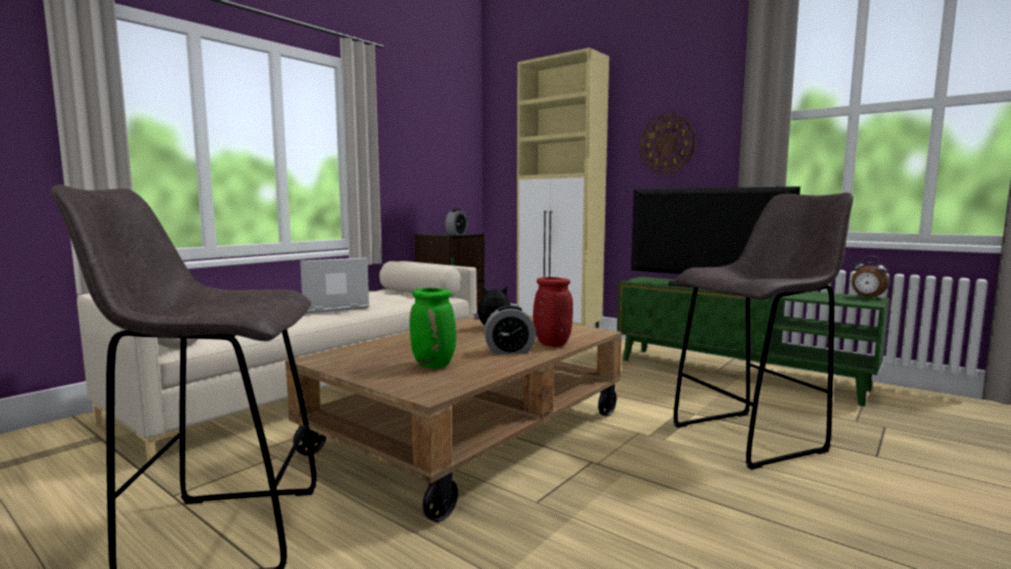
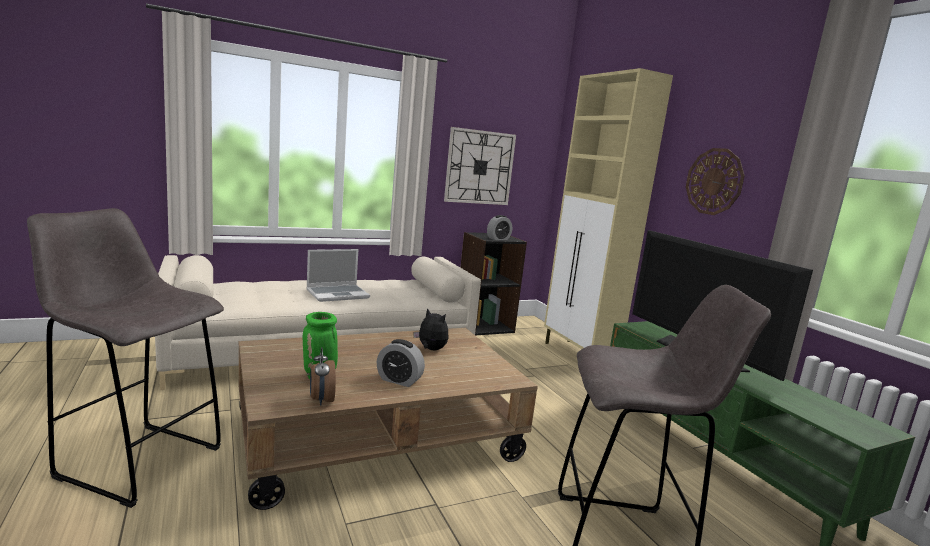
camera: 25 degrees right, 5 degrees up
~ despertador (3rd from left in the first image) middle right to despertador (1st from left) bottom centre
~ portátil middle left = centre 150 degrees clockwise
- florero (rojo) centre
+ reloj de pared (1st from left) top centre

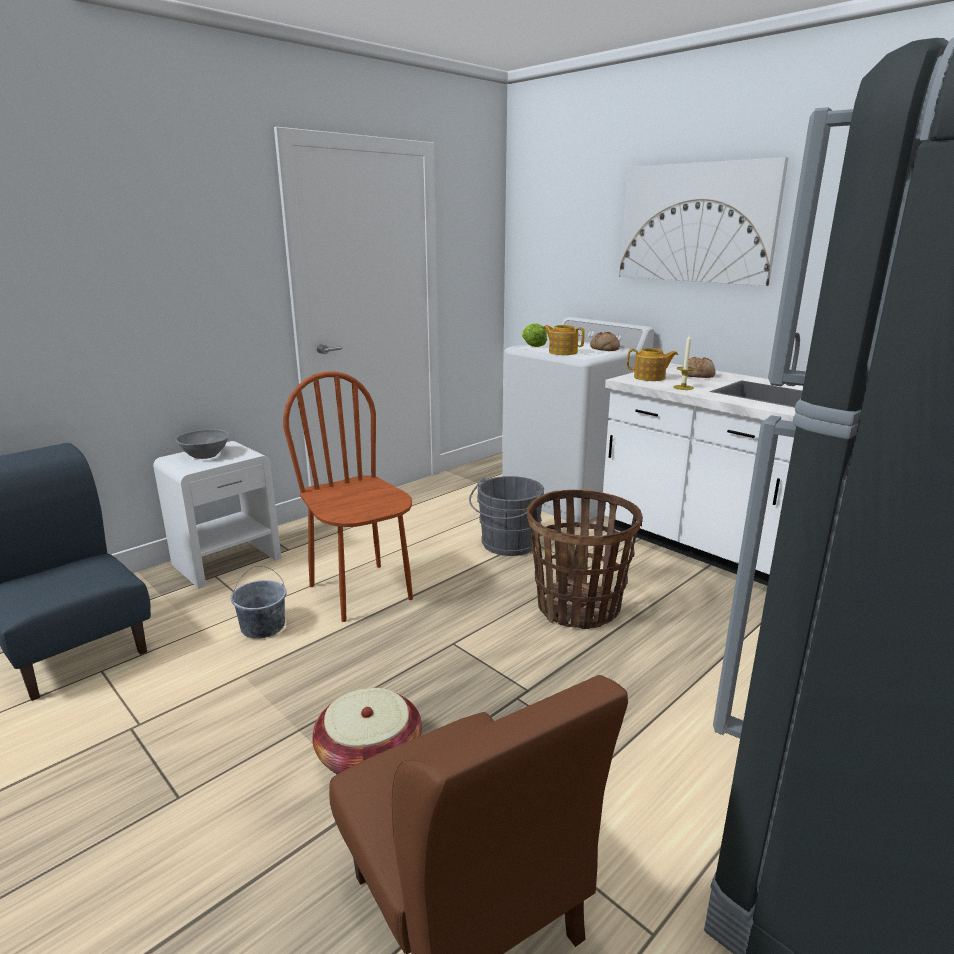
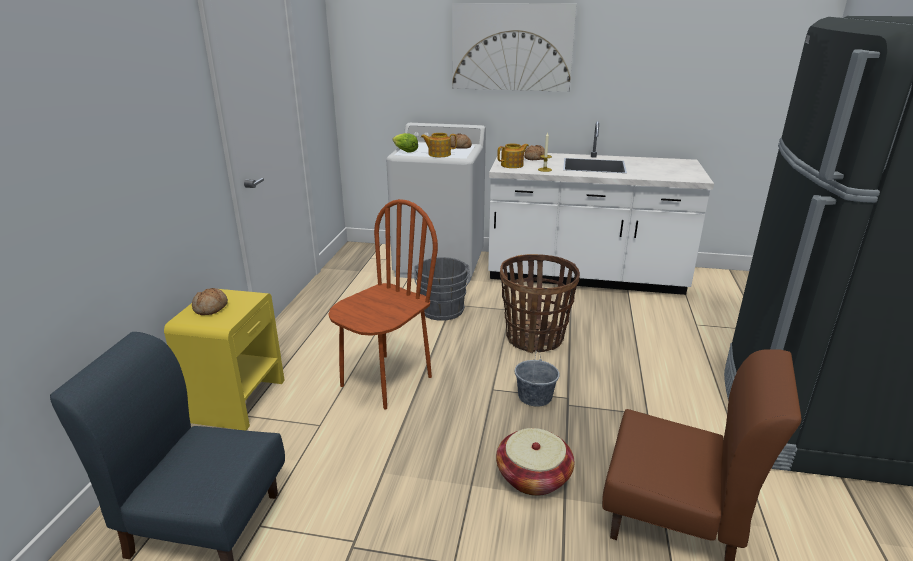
camera: 35 degrees left, 5 degrees up
~ silla (marrón) (1st from left) centre = centre 105 degrees clockwise
~ cuenco (gris) middle left to pan (1st from left) middle left
~ mesita de noche (blanco) middle left to mesita de noche (amarillo) middle left
~ cubo (gris) (1st from left in the first image) middle left to cubo (gris) (2nd from left) bottom centre

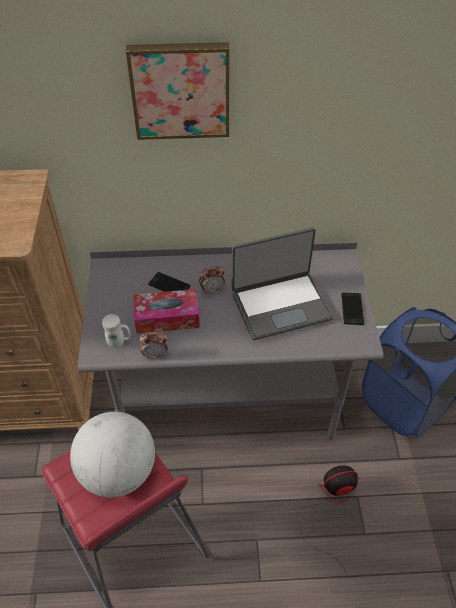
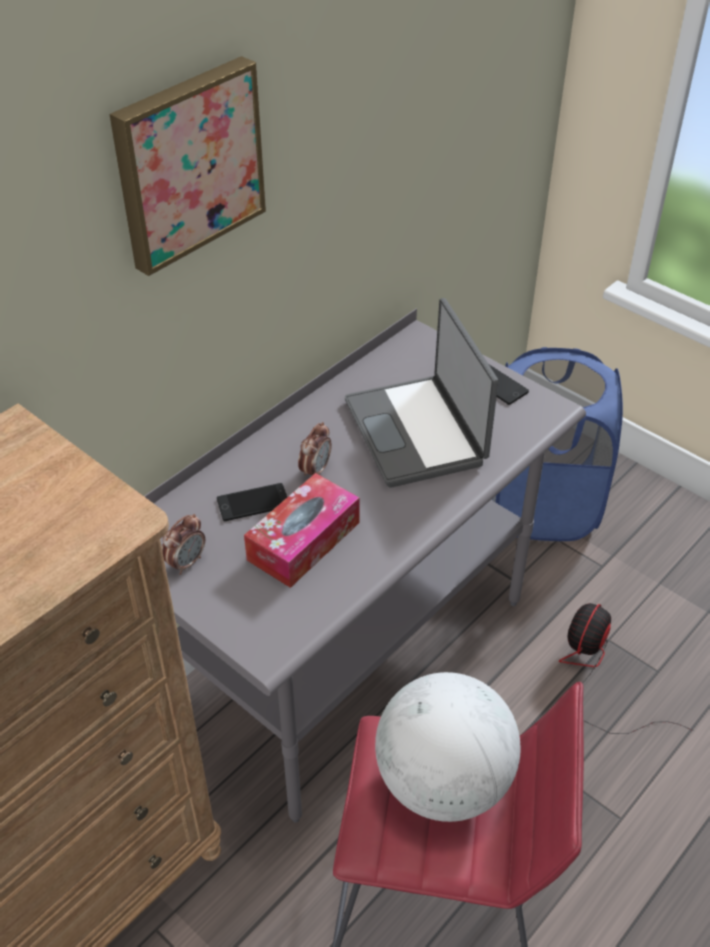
camera: 45 degrees left, 5 degrees down
~ portátil centre = centre 135 degrees clockwise
- taza grande (blanco) middle left
~ despertador (1st from left) centre to middle left

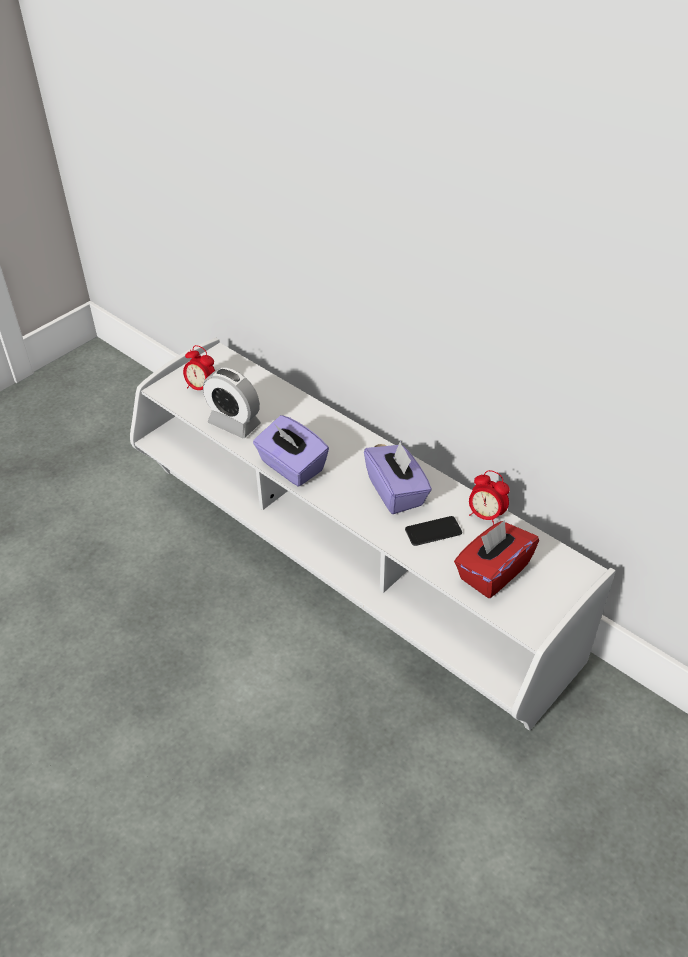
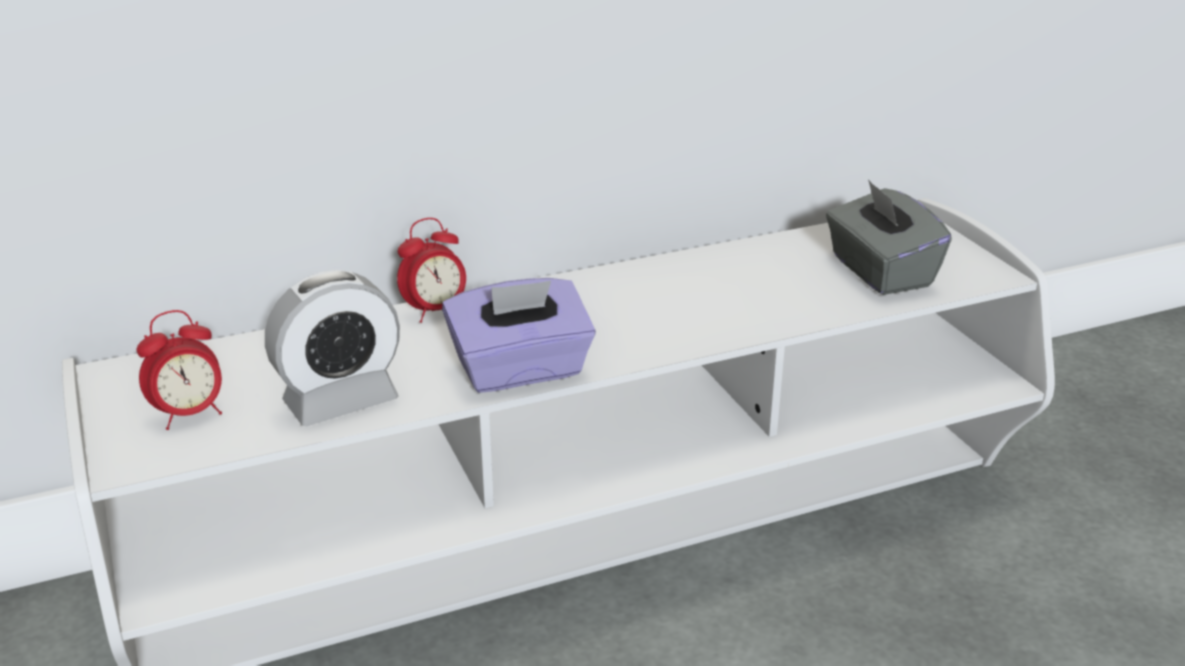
camera: 65 degrees left, 15 degrees down
- caja de pañuelos (morado) (2nd from left) centre
~ despertador (3rd from left) middle right to centre
- móvil centre
~ caja de pañuelos (rojo) middle right to caja de pañuelos (gris) middle right

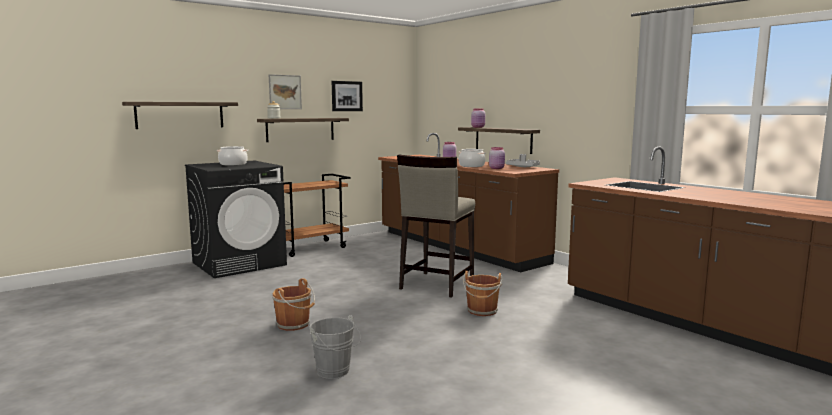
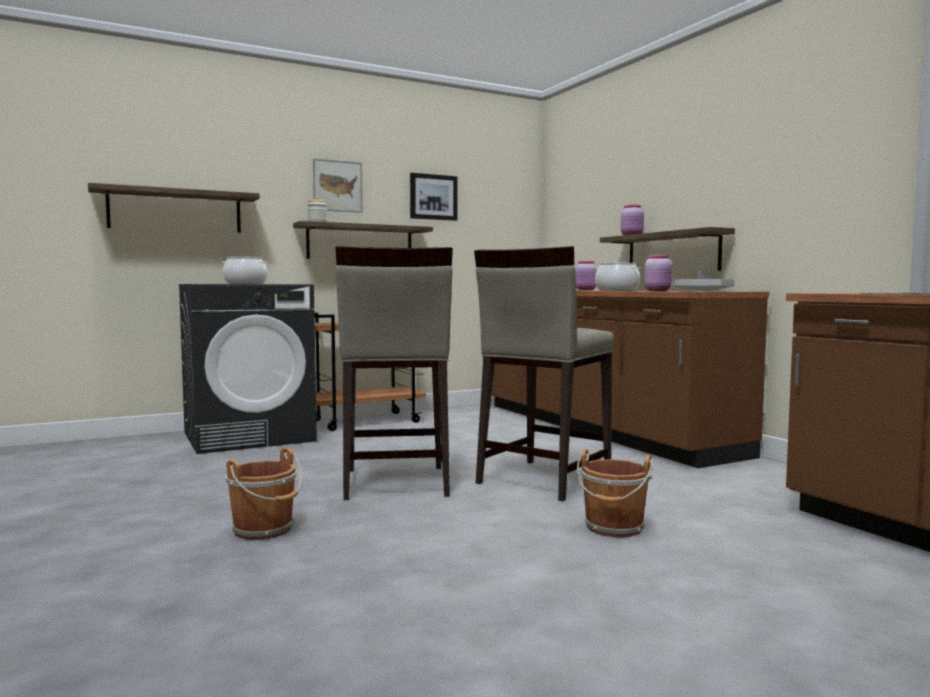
camera: 10 degrees right, 5 degrees down
- cubo (gris) bottom centre
+ taburete (beis) (1st from left) centre

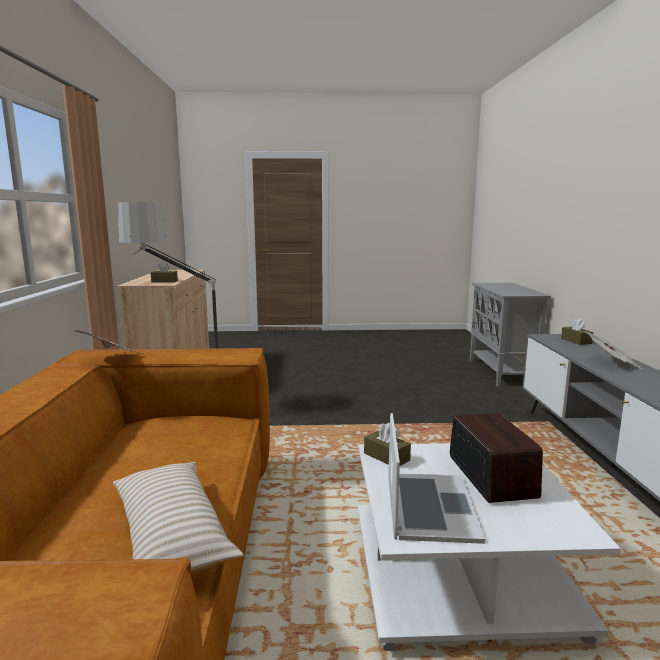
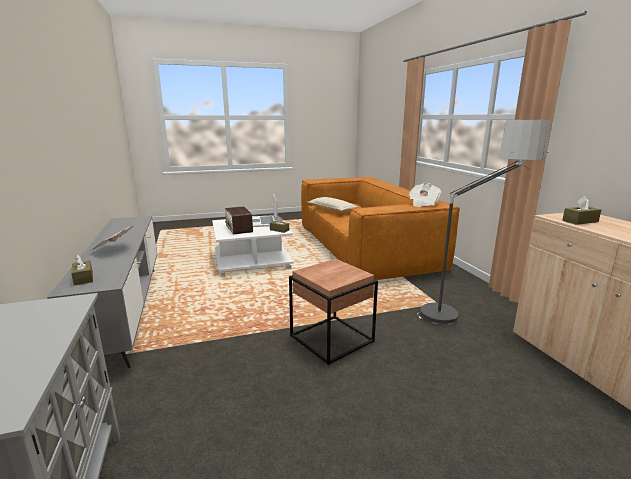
camera: 165 degrees right, 5 degrees up
+ mesa auxiliar (marrón) centre

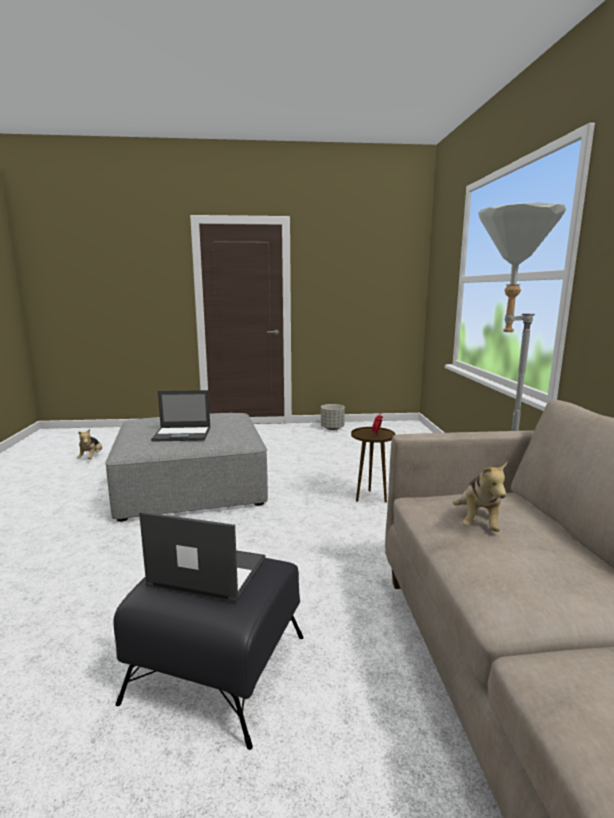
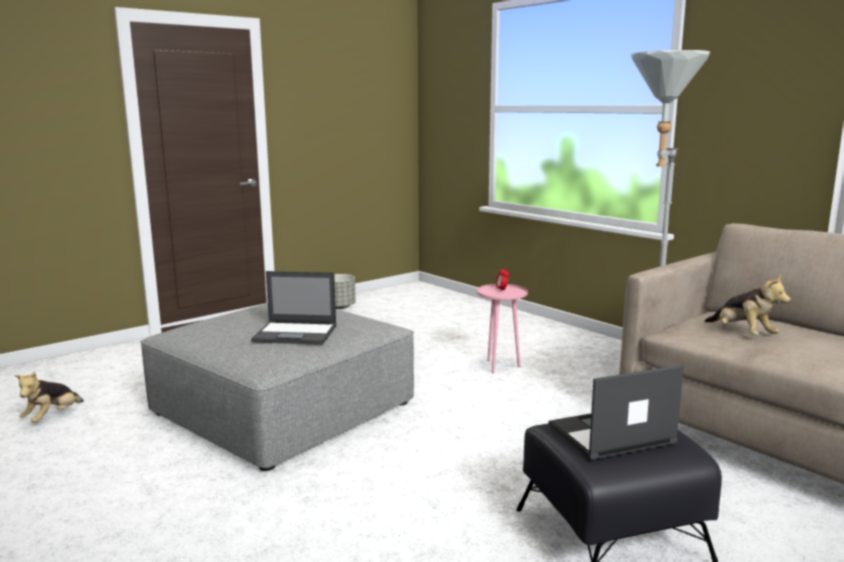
camera: 35 degrees left, 0 degrees up
~ portátil (1st from left) middle left = centre 45 degrees clockwise
~ mesa auxiliar (marrón) centre to mesa auxiliar (rosa) centre
~ peluche (1st from left) middle left = bottom left 60 degrees clockwise

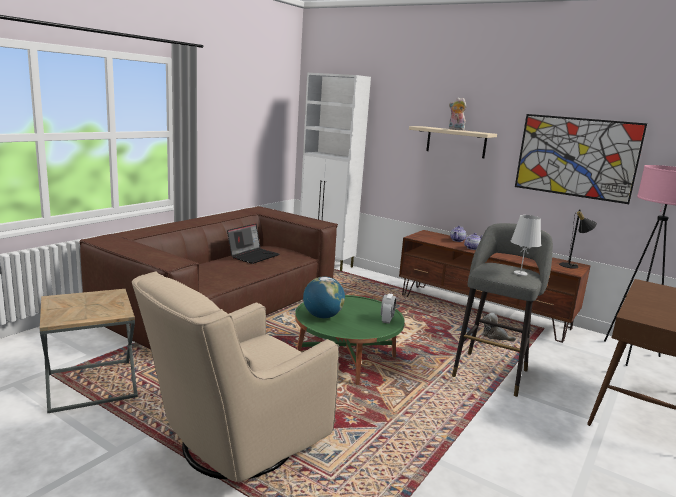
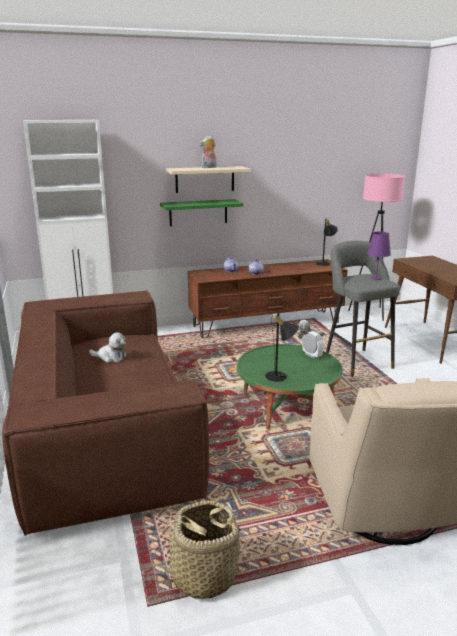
camera: 50 degrees left, 5 degrees up
- cuadro top right
~ lámpara de mesa (blanco) middle right to lámpara de mesa (morado) middle right
~ portátil centre to peluche (1st from left) middle left
~ globo terráqueo centre to lámpara de mesa (negro) (1st from left) centre
~ mesa auxiliar (marrón) bottom left to cesta bottom centre
+ estante (verde) centre

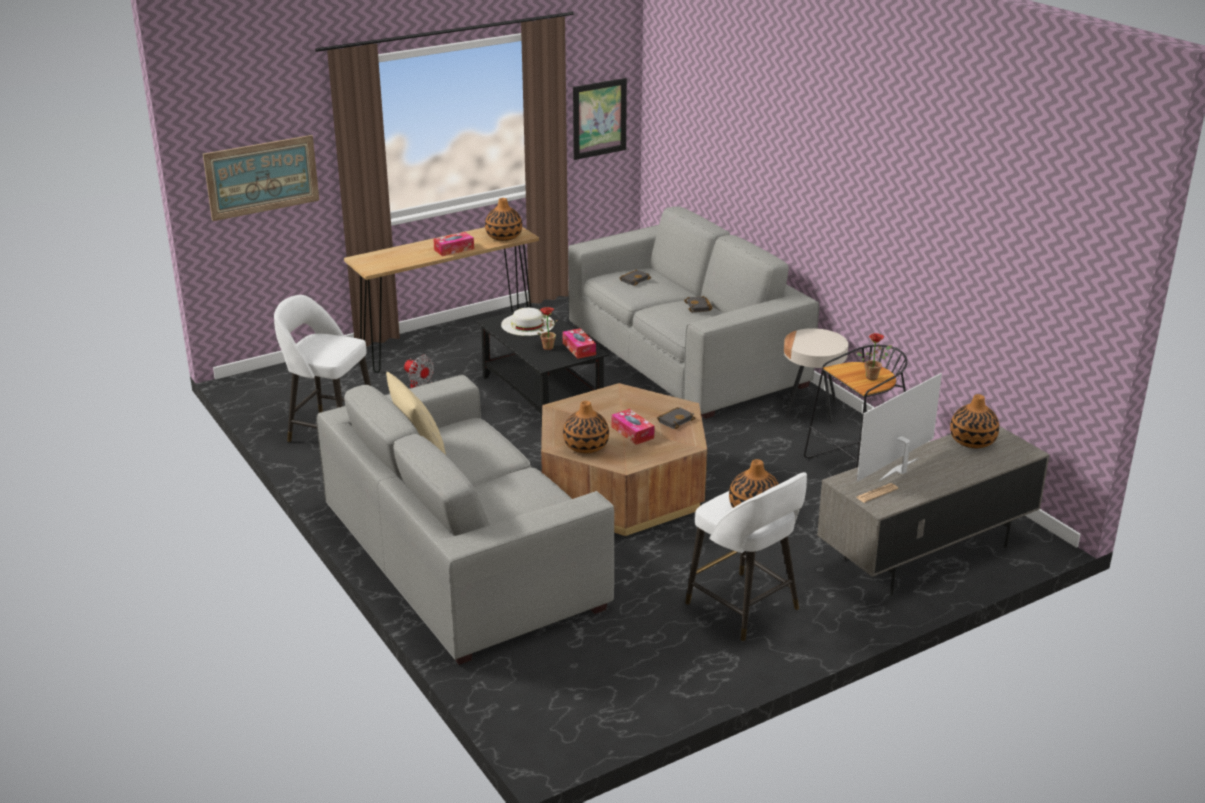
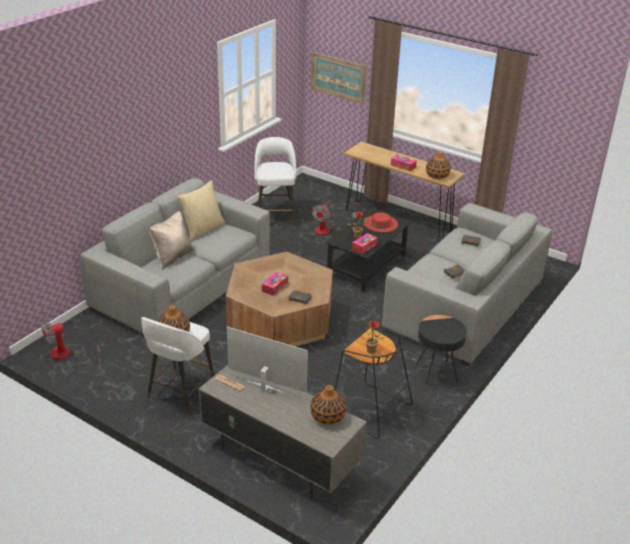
camera: 65 degrees right, 5 degrees up
- cuadro (2nd from left) top centre
~ sombrero (blanco) centre to sombrero (rojo) centre
~ mesa auxiliar (beis) middle right to mesa auxiliar (negro) middle right
- florero (2nd from left) centre
+ cojín (beis) (1st from left) middle left
+ ventilador (1st from left) middle left

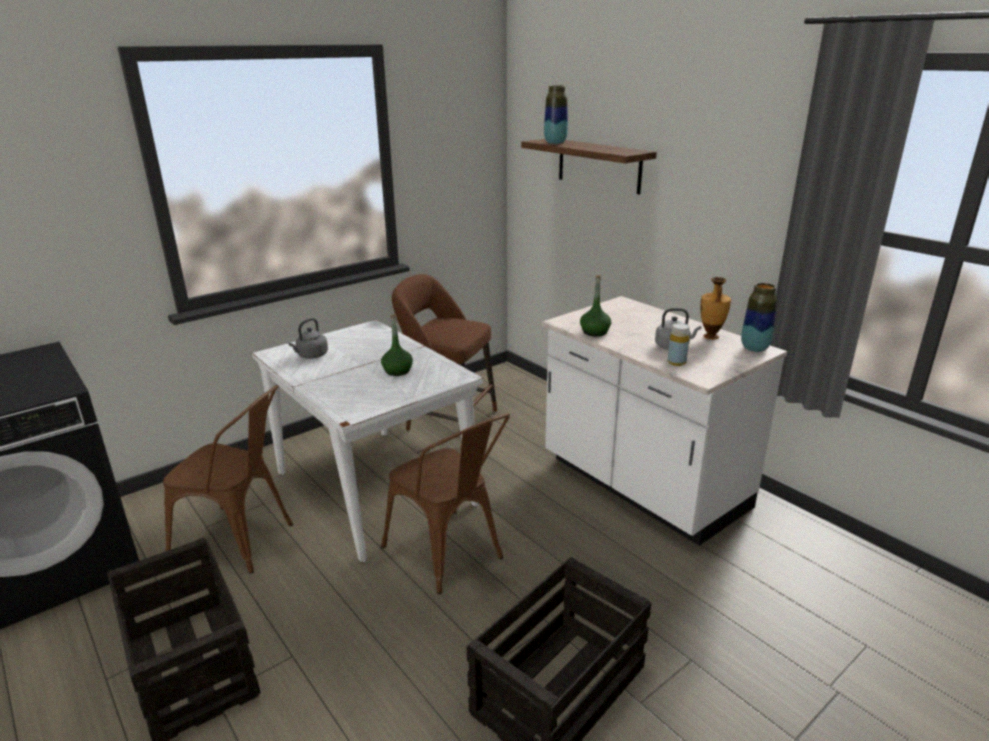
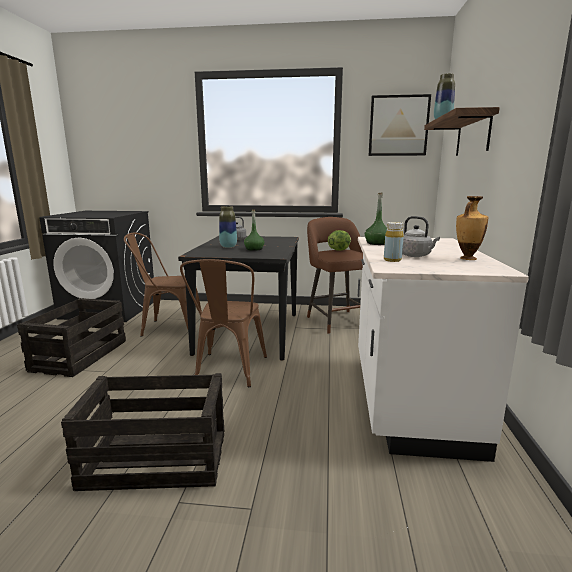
camera: 45 degrees right, 10 degrees down
~ florero (3rd from left in the first image) middle right to florero (1st from left) centre
~ mesa de comedor (blanco) centre to mesa de comedor (negro) centre
~ silla (marrón) (1st from left) middle left = middle left 120 degrees clockwise
+ cuadro top right
+ lechuga centre

